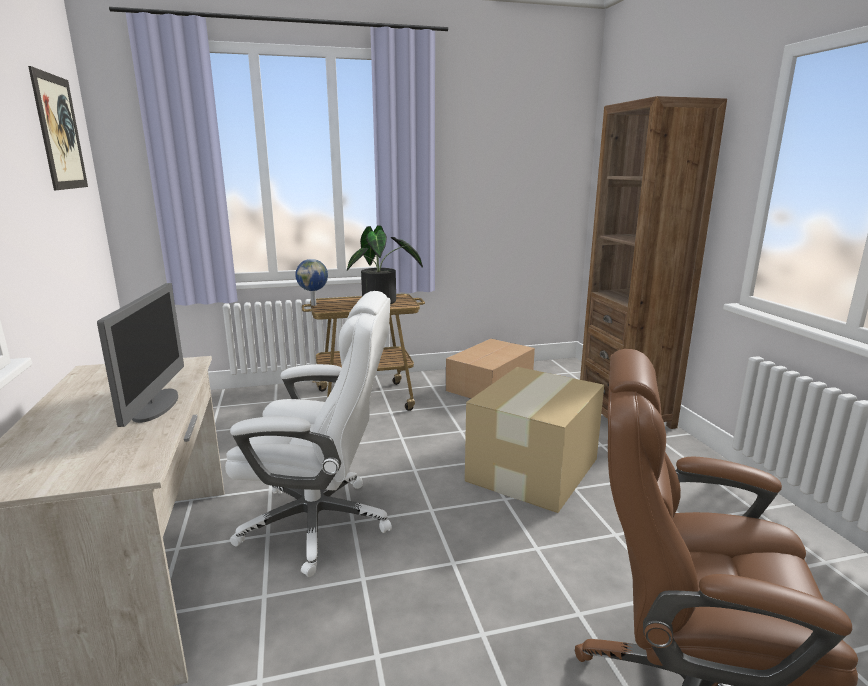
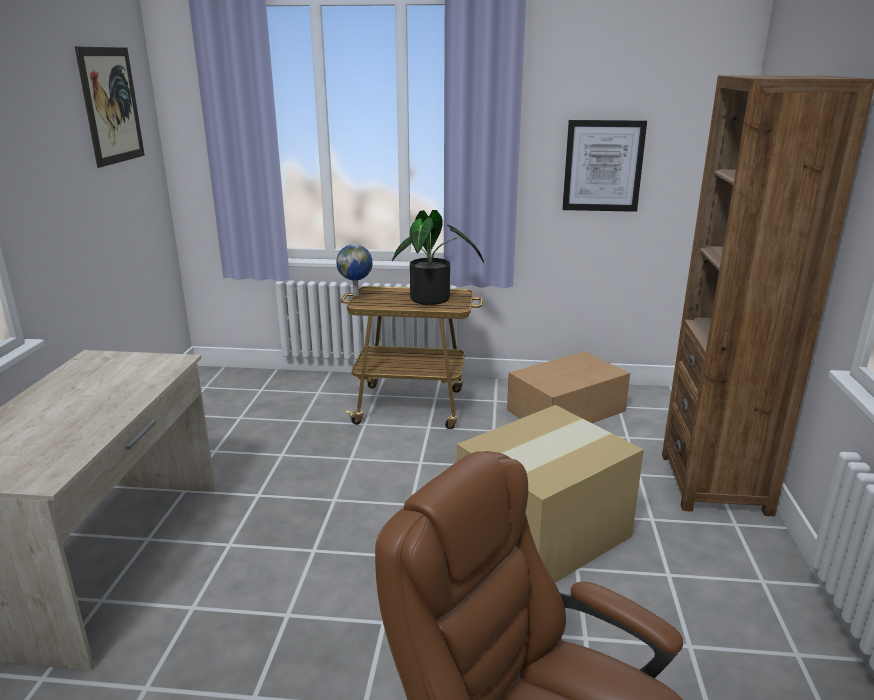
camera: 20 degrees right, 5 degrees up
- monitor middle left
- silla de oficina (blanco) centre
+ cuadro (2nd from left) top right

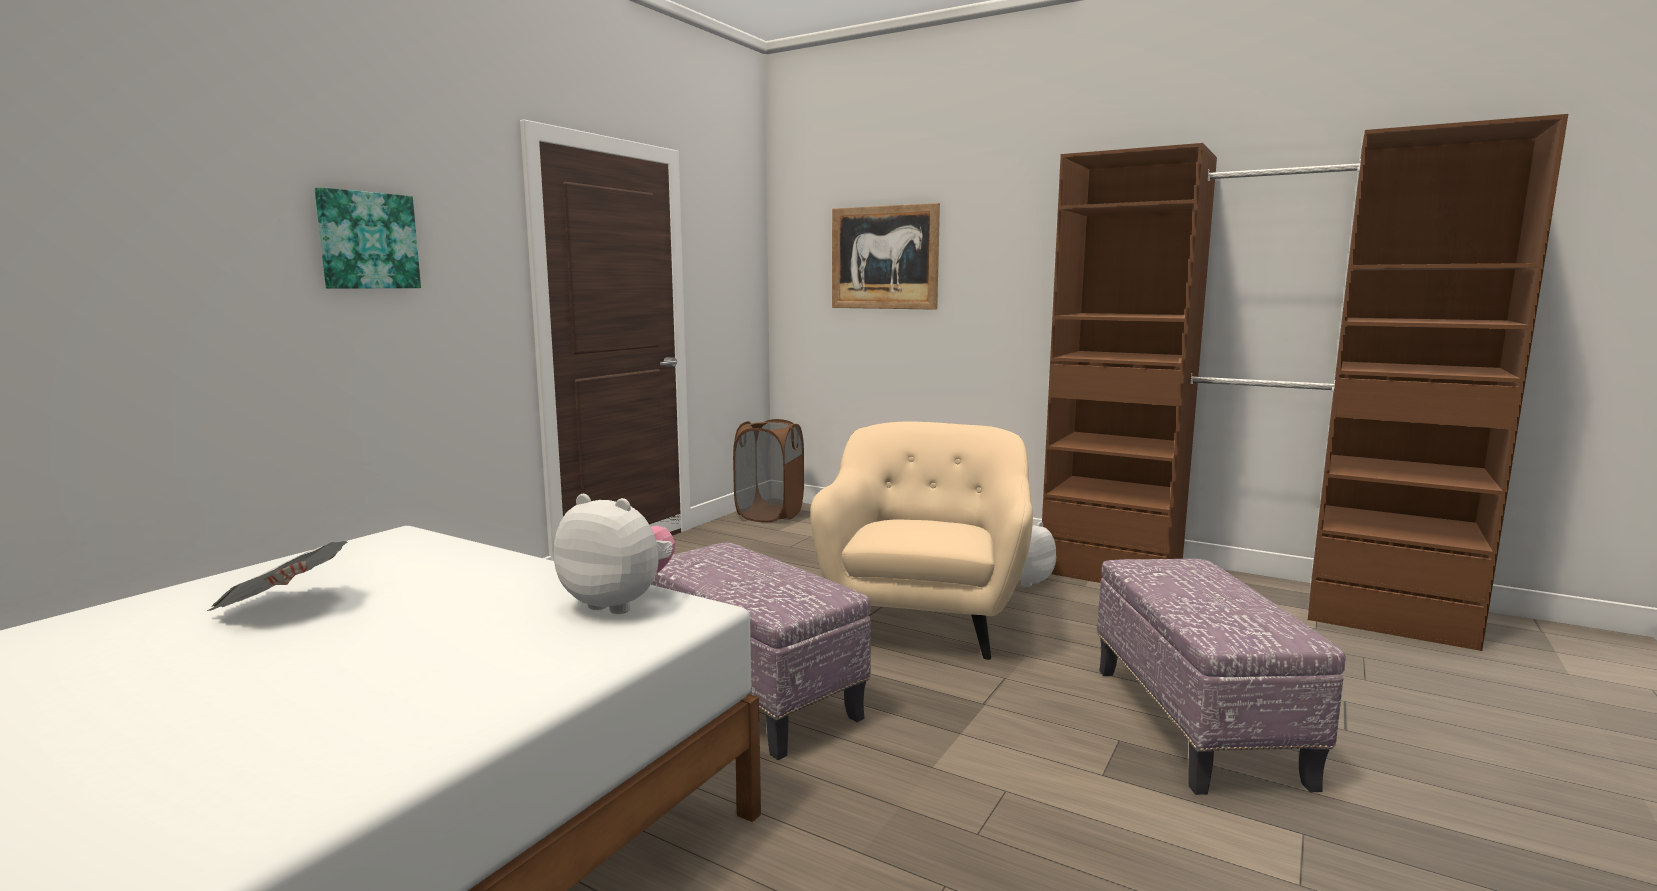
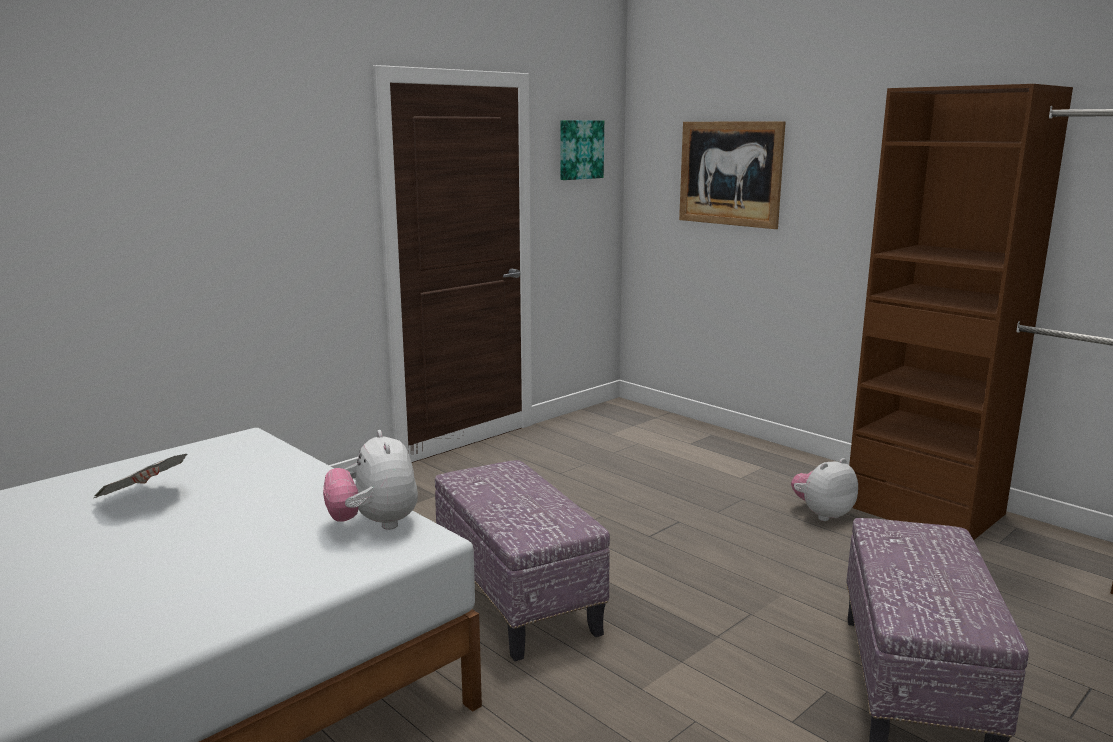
camera: 15 degrees right, 5 degrees up
~ cuadro (1st from left) top left to top centre
- cesto de la ropa (marrón) centre
- sillón (beis) centre
~ peluche (1st from left) centre = middle left 150 degrees counterclockwise

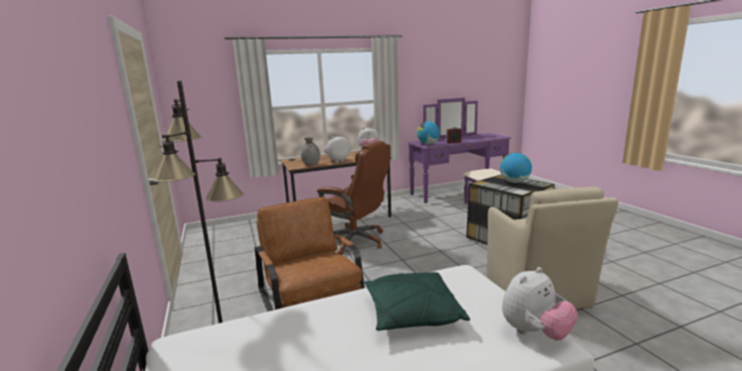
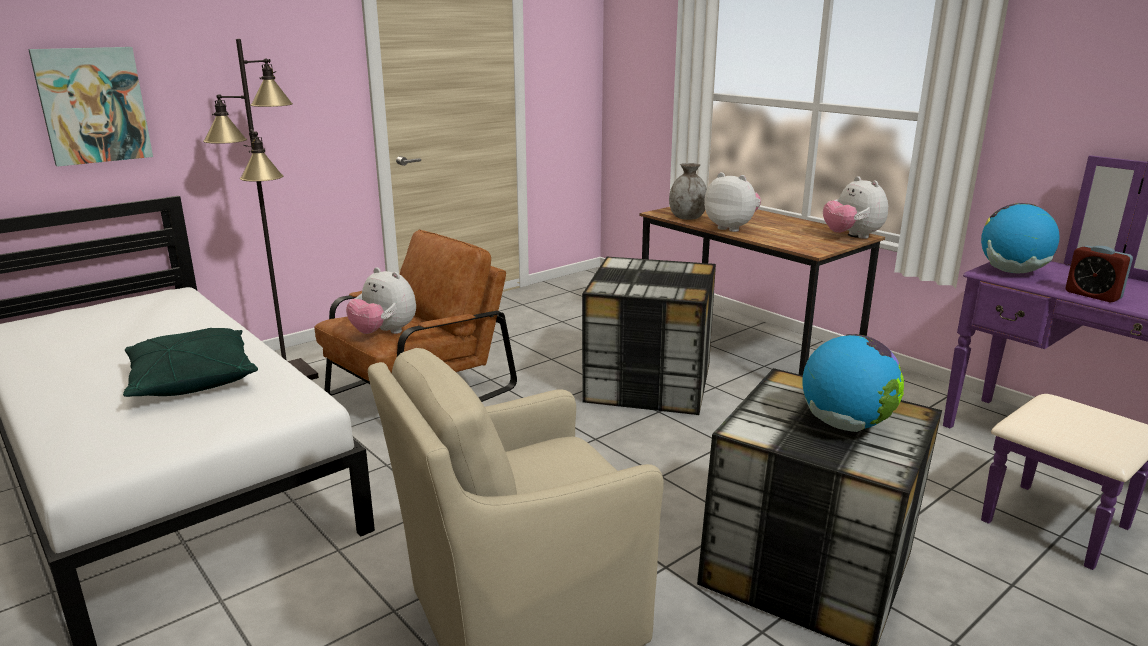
camera: 70 degrees right, 5 degrees up
~ silla de oficina (marrón) centre to caja de almacenaje (1st from left) centre
~ peluche (3rd from left in the first image) bottom right to peluche (1st from left) middle left
+ cuadro top left

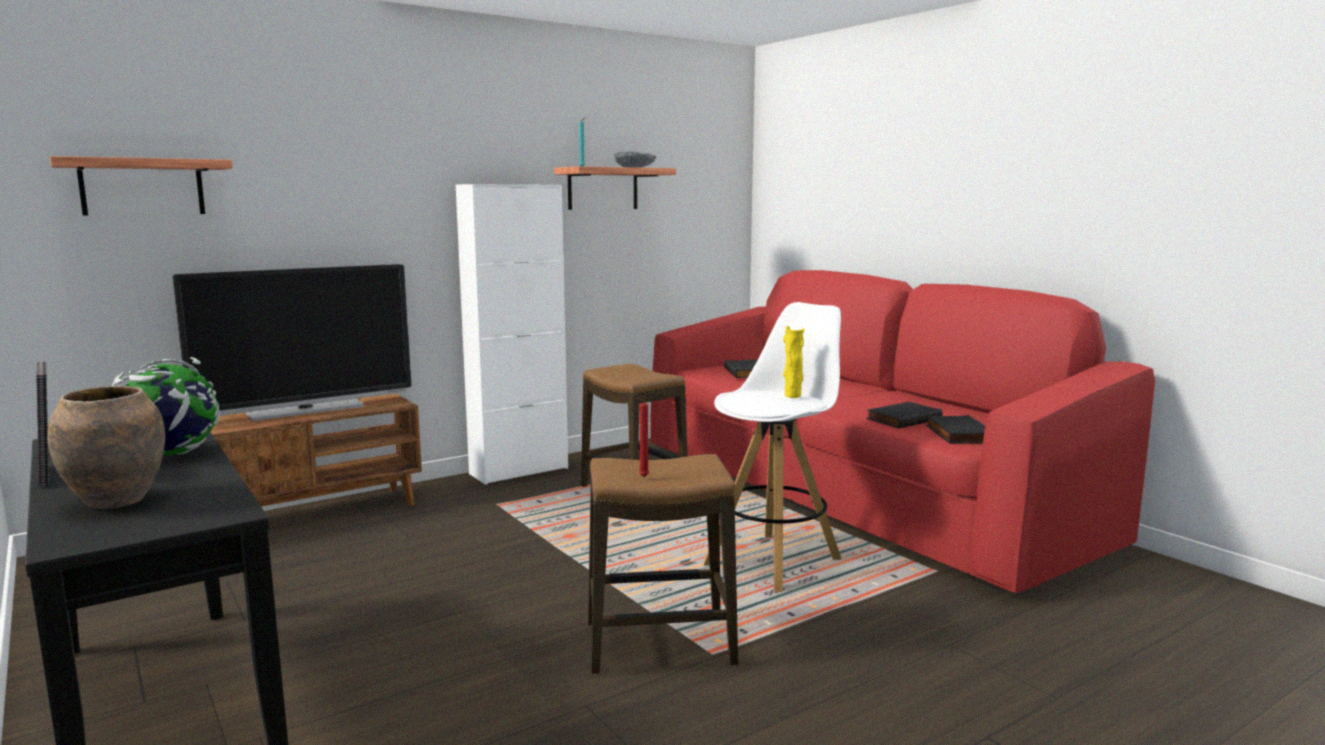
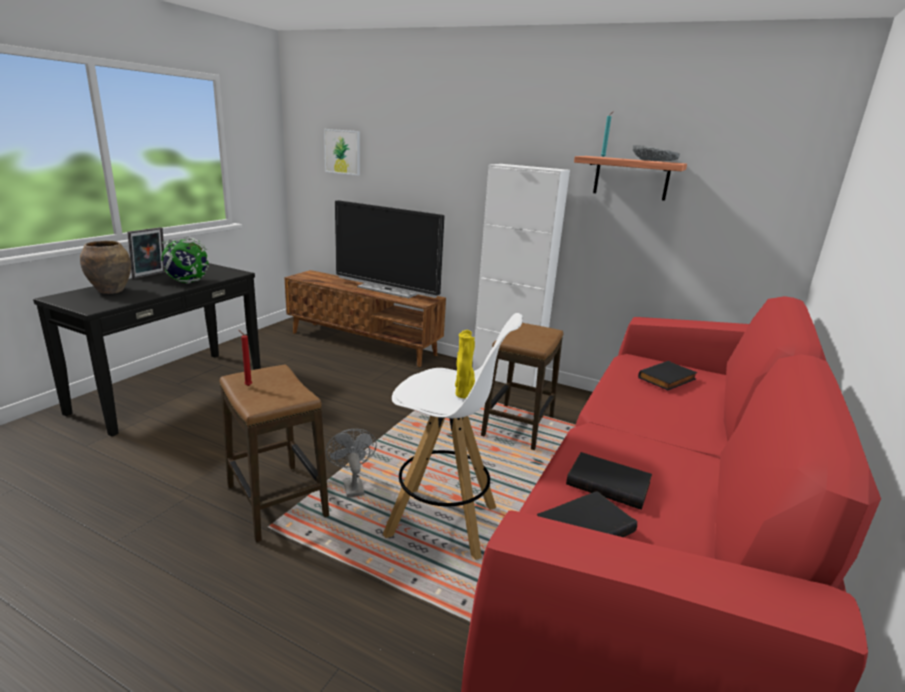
camera: 60 degrees right, 10 degrees up
~ estante (1st from left) top left to cuadro top centre
+ ventilador (gris) bottom centre

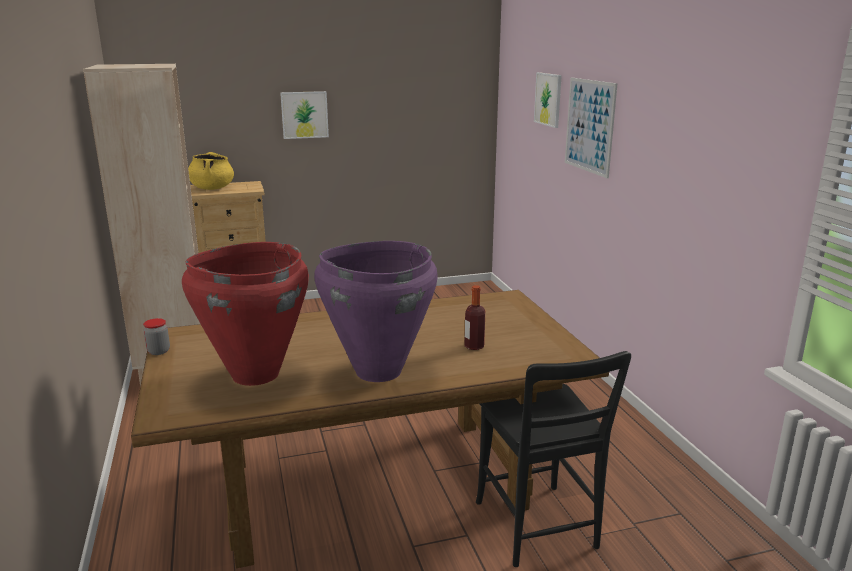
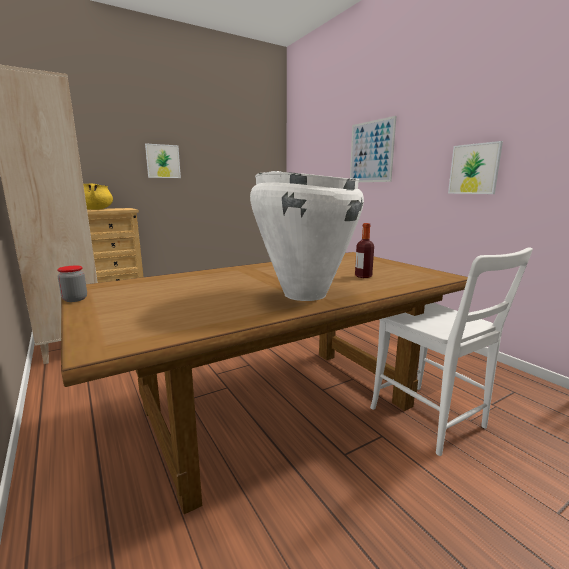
camera: 15 degrees left, 5 degrees down
~ cuadro (2nd from left in the first image) top centre to cuadro (3rd from left) top right
~ florero (morado) centre to florero (blanco) centre
- florero (rojo) middle left
~ silla (negro) bottom centre to silla (blanco) middle right

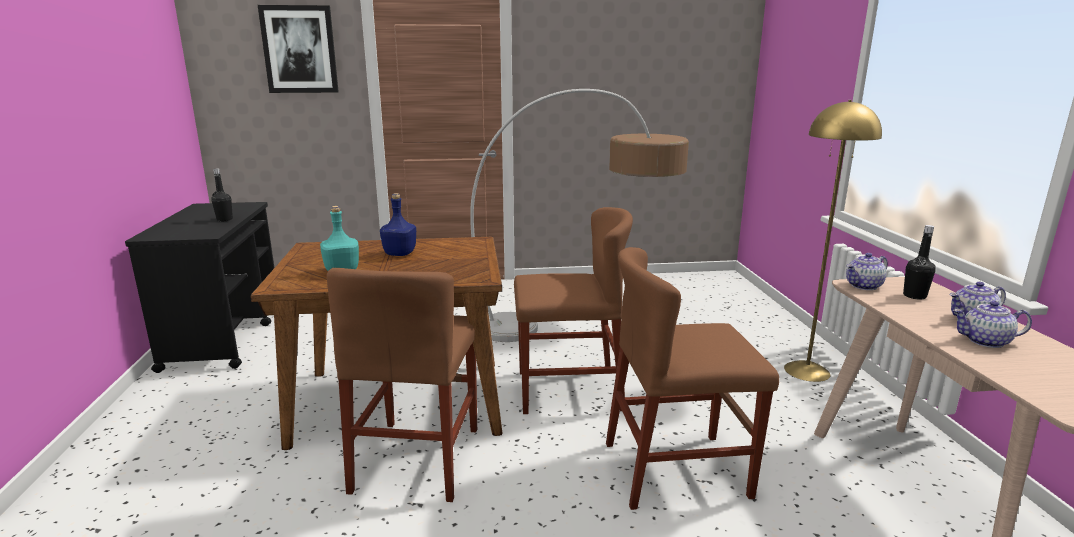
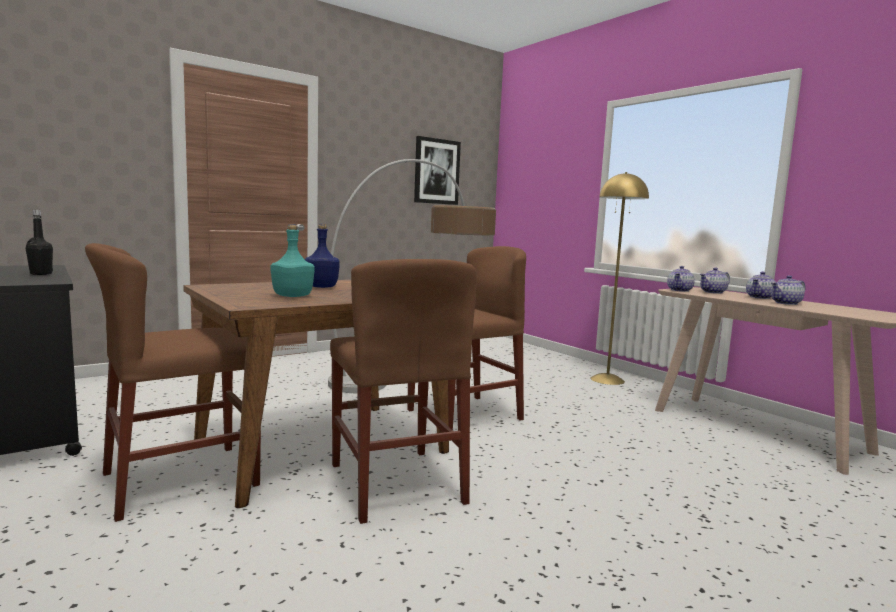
camera: 30 degrees left, 10 degrees down
~ cuadro top left to top centre
~ botella (negro) (2nd from left) middle right to tetera (2nd from left) middle right
~ silla (marrón) (3rd from left in the first image) bottom centre to silla (marrón) (1st from left) middle left

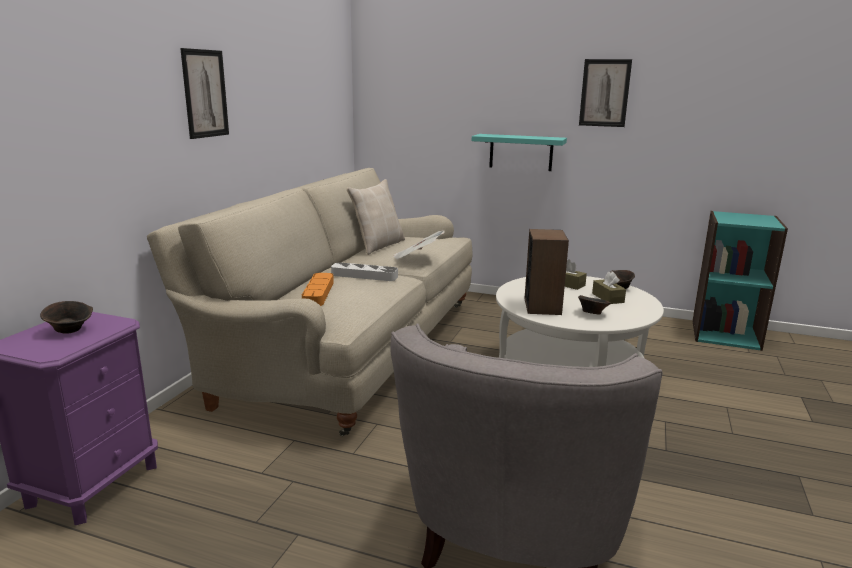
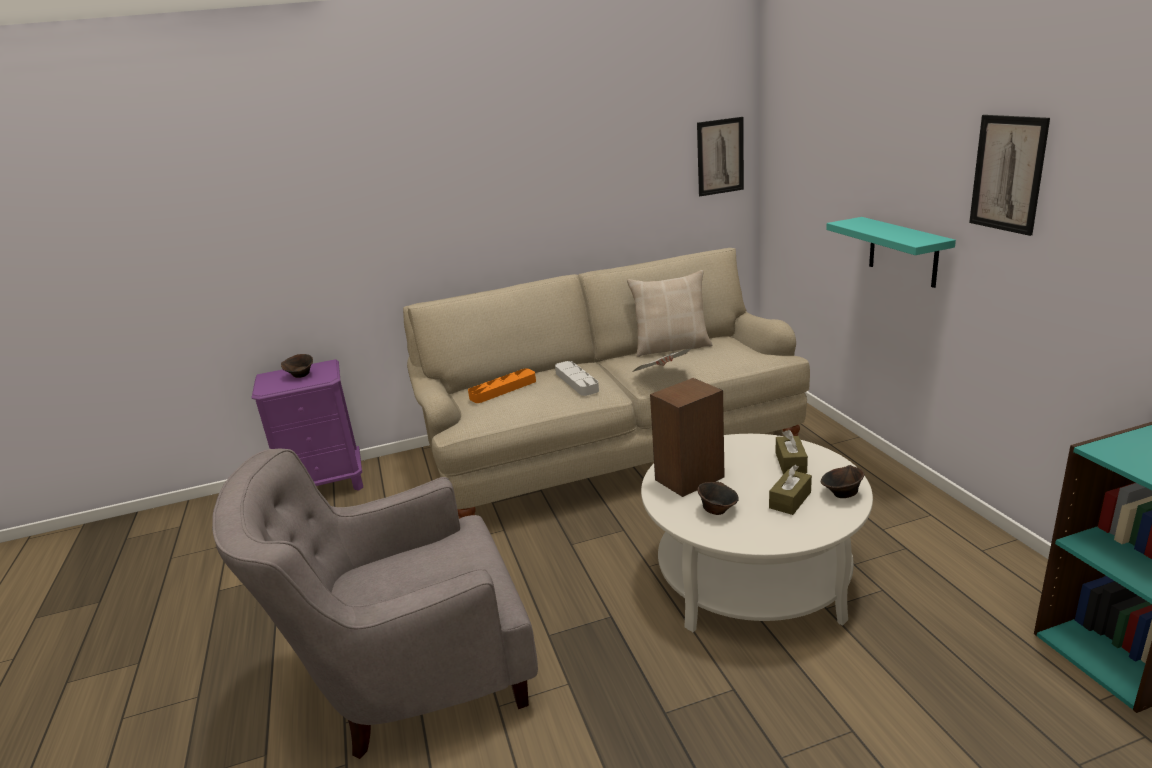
camera: 55 degrees right, 5 degrees up
~ cuadro (1st from left) top left to top centre

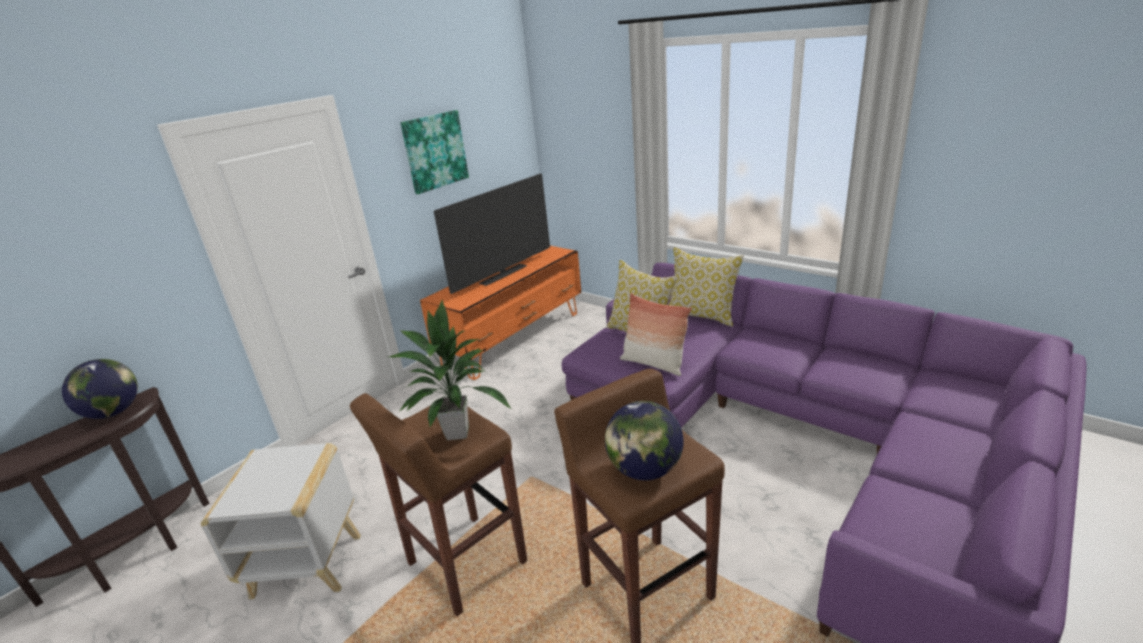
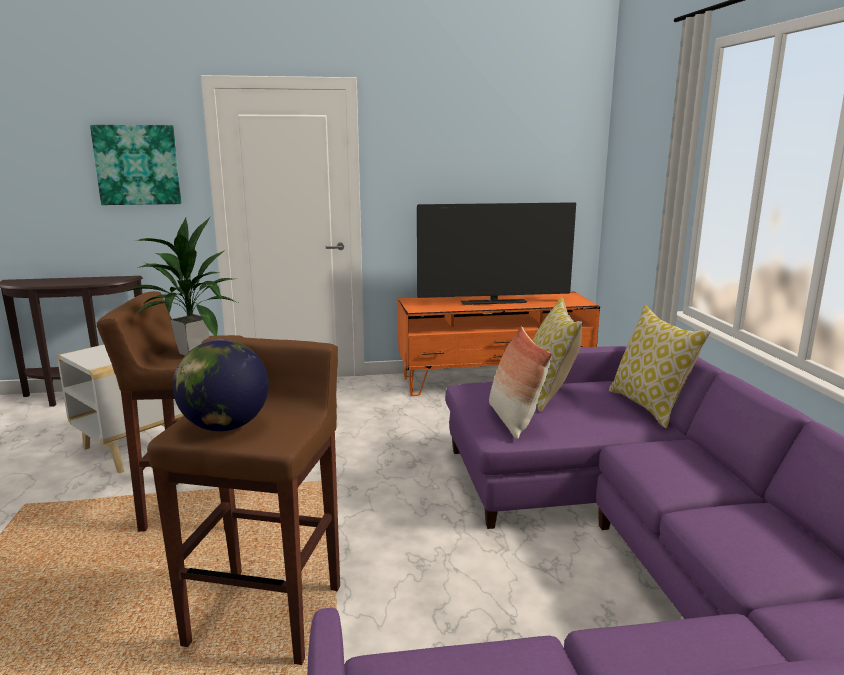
camera: 40 degrees right, 10 degrees down
~ cuadro top centre to top left
- globo terráqueo (1st from left) middle left

